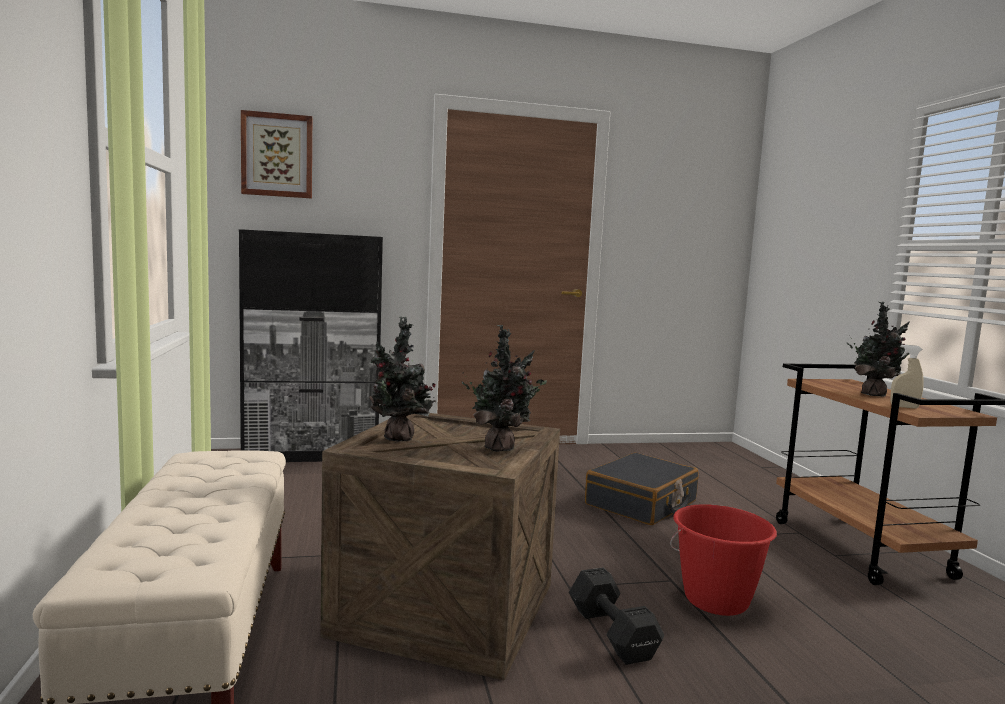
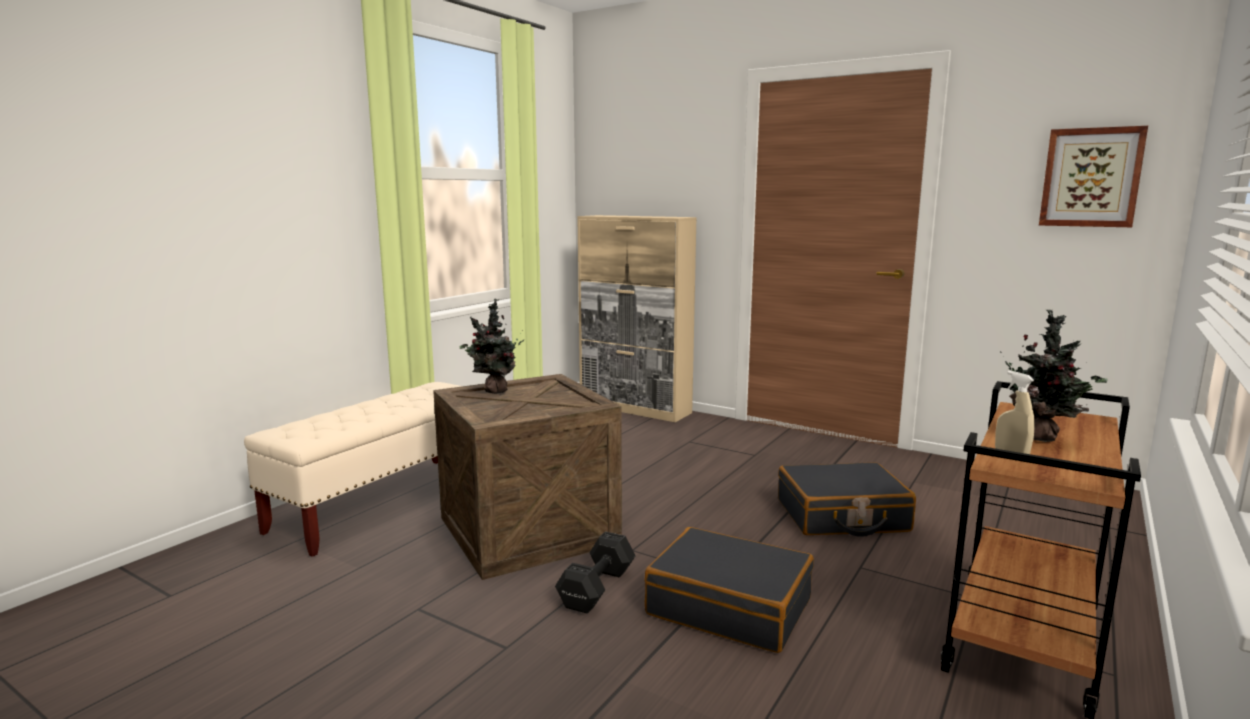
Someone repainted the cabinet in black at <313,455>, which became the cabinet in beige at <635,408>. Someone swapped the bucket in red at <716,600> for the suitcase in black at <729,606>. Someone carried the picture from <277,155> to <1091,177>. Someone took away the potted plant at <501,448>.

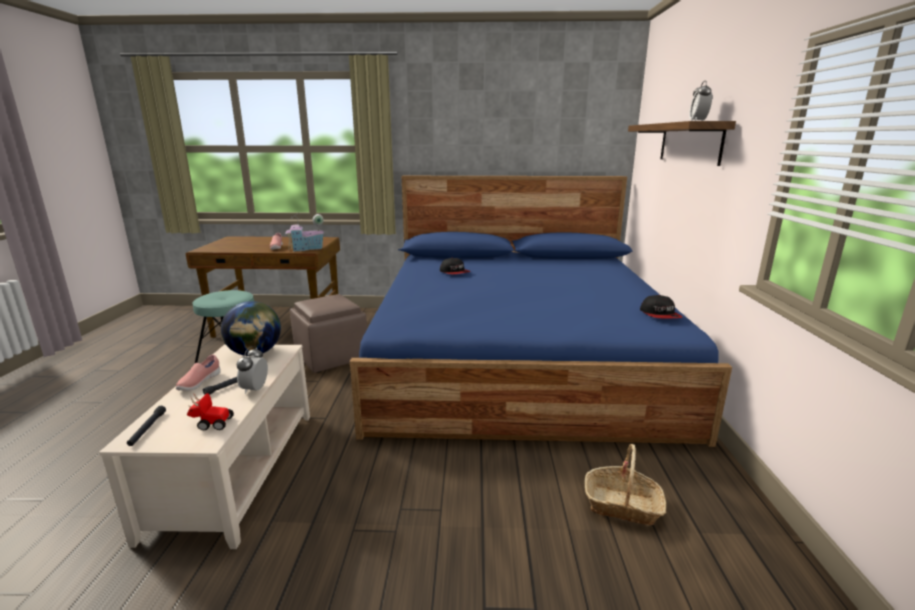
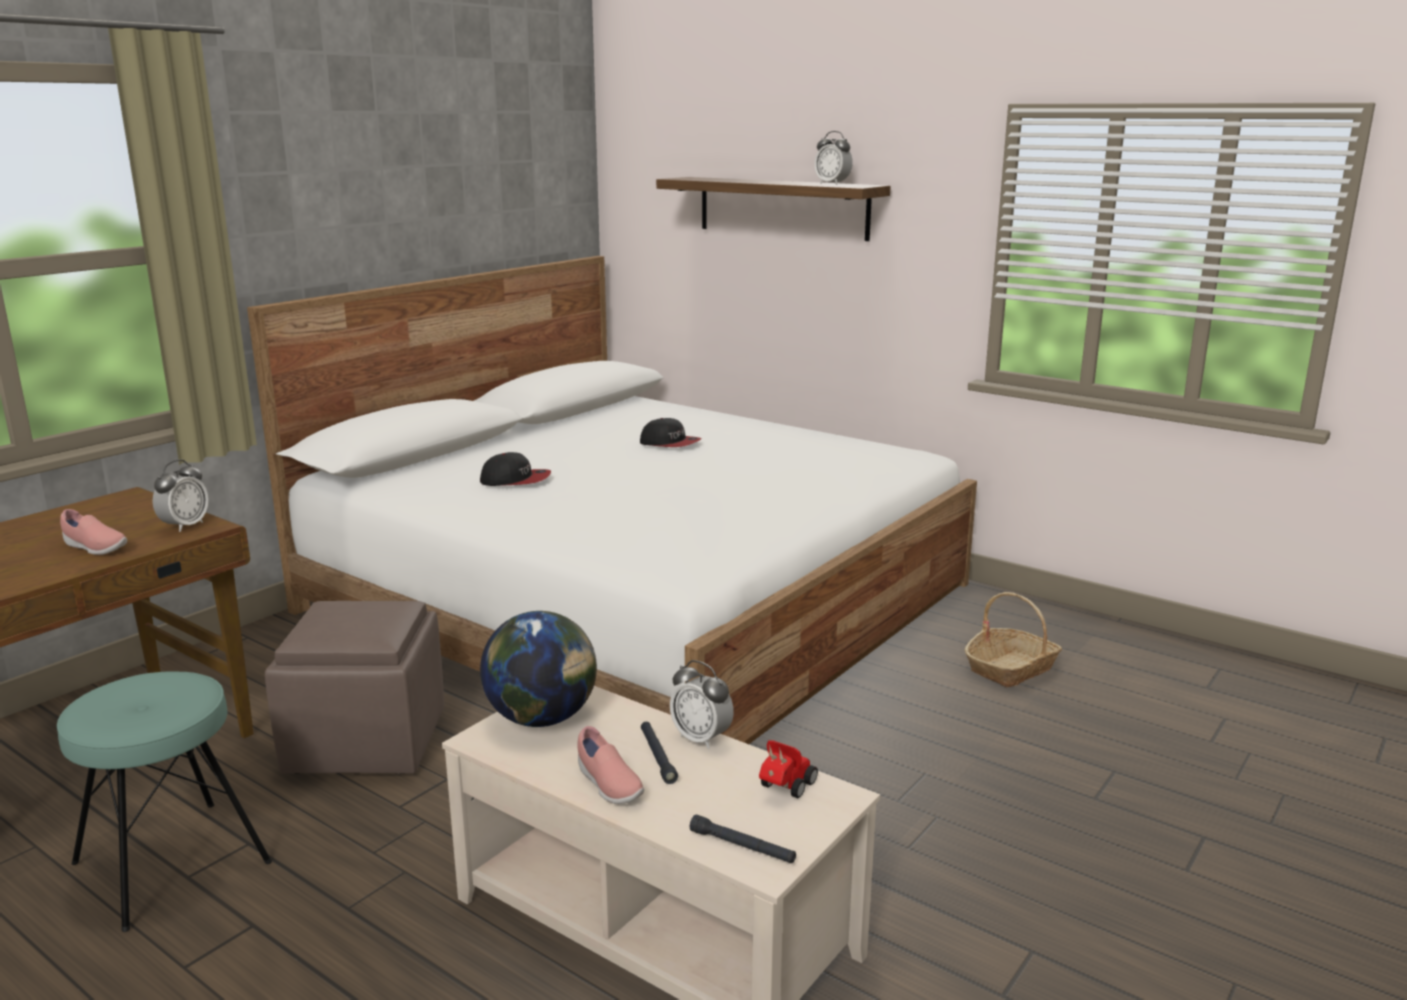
Someone swapped the toy house at <307,249> for the alarm clock at <185,526>. Someone repainted the bed in blue at <517,358>, which became the bed in white at <637,597>. Someone carried the cap from <660,314> to <670,443>.

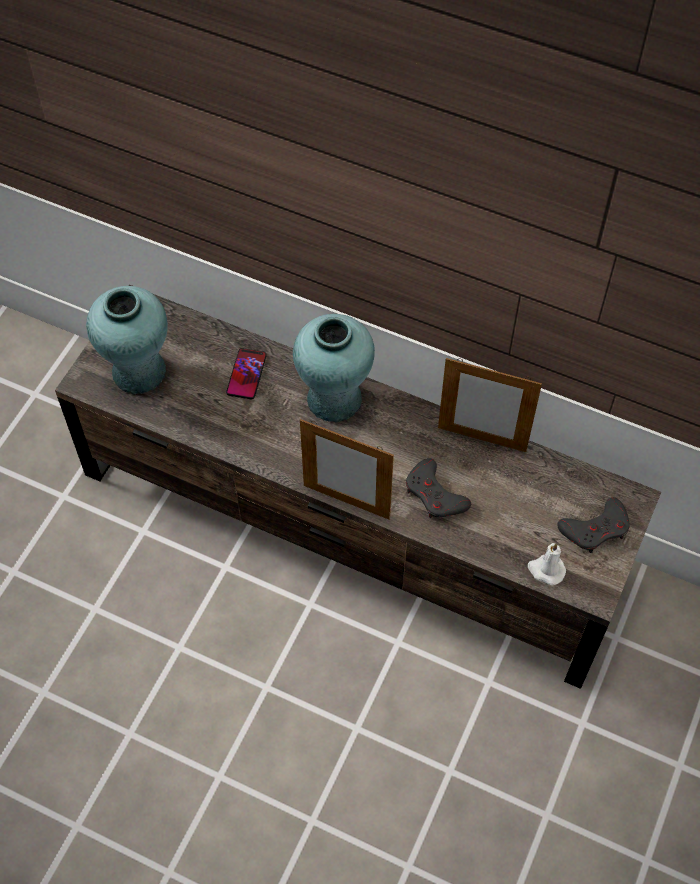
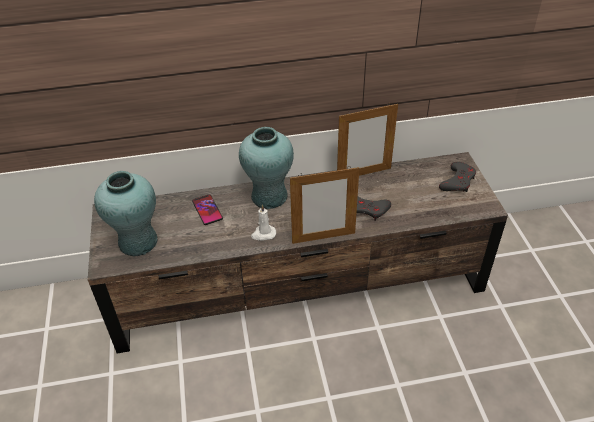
Someone carried the candle in white from <546,570> to <263,234>.

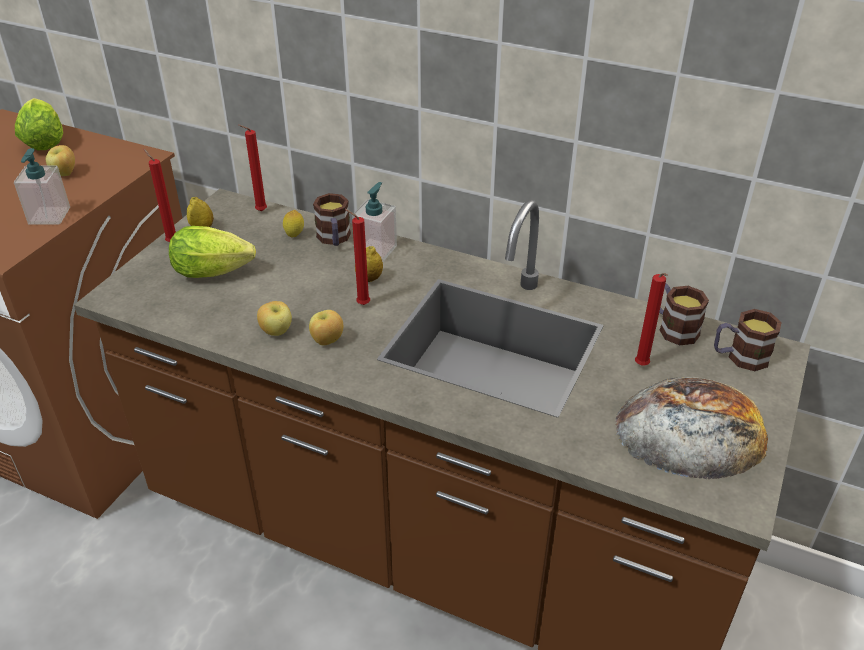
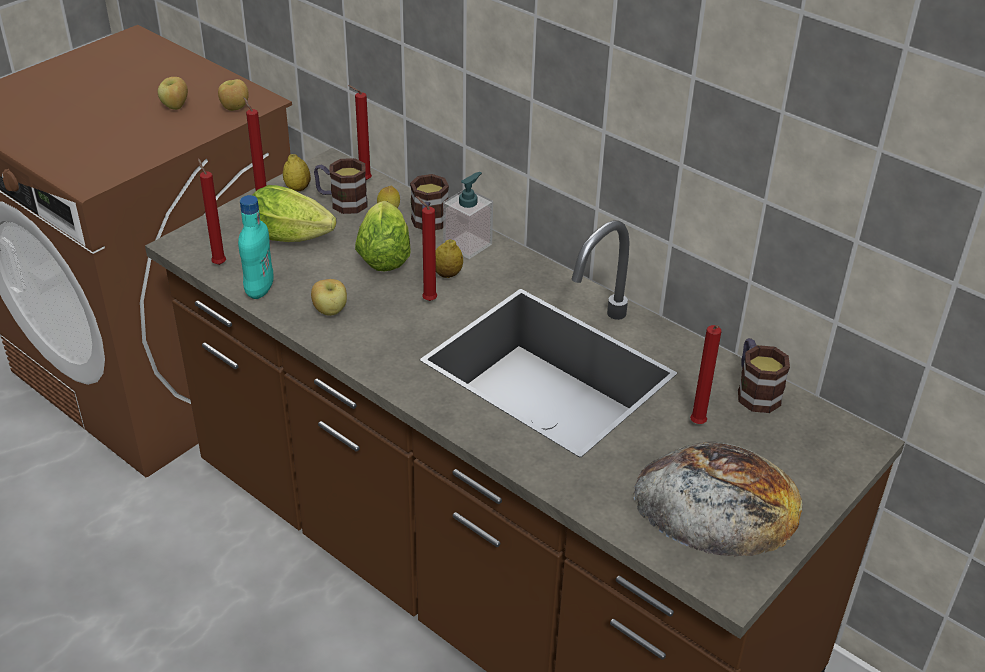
Someone put down the candle in red at <218,263>. Someone carried the apple from <327,341> to <234,108>. Someone put down the bottle in turquoise at <259,289>. Someone carried the mug from <739,357> to <341,202>. Someone carried the lettuce from <44,141> to <384,254>. Someone took away the soap dispenser at <49,216>.

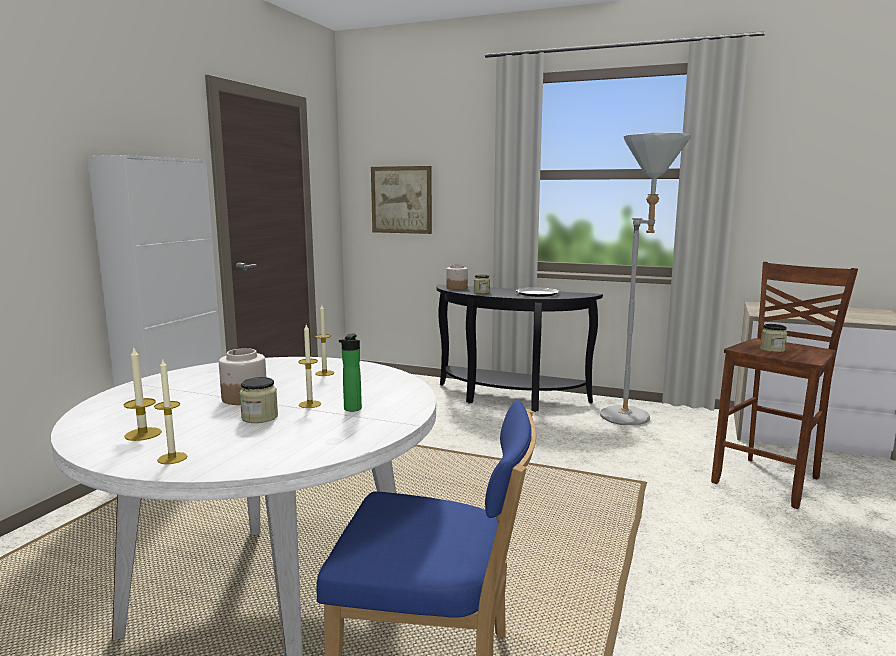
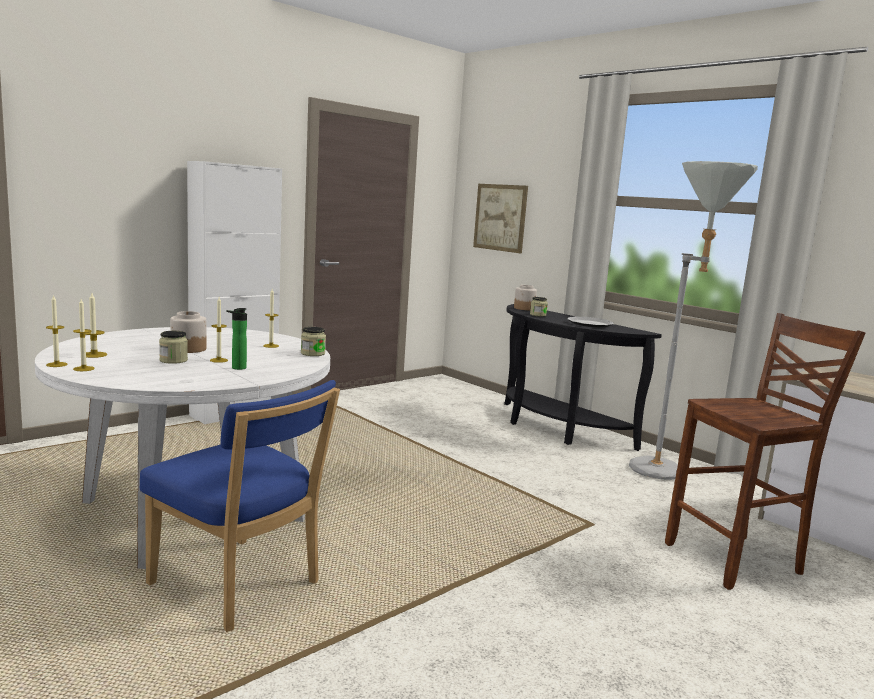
Someone put down the candle at <57,364>. Someone carried the jar from <772,349> to <313,353>.

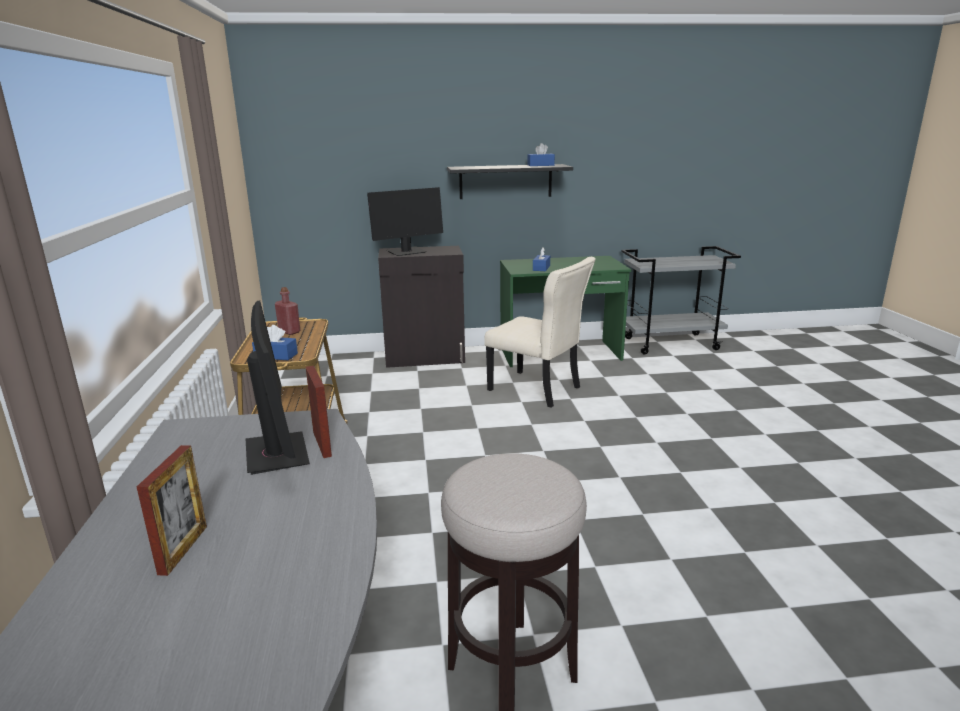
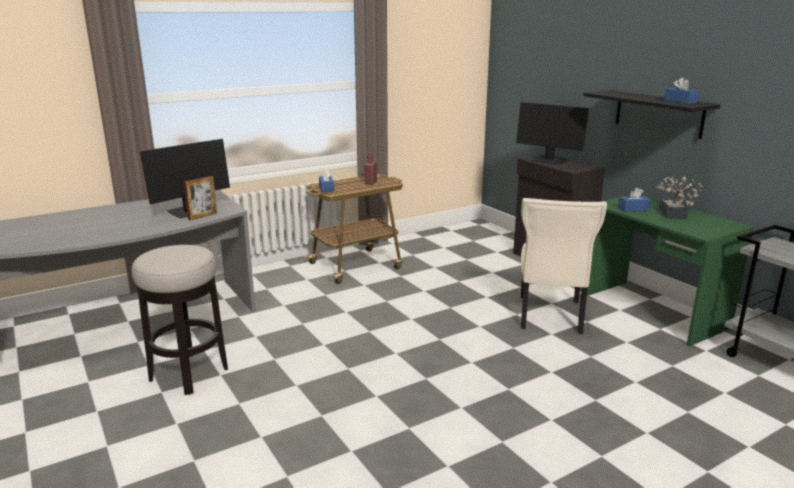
Someone put down the potted plant at <672,215>. Someone took away the picture frame at <183,549>.

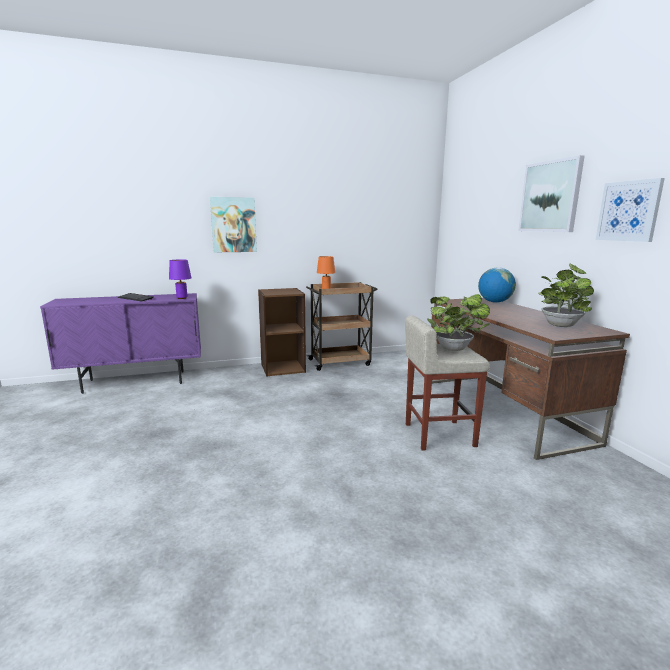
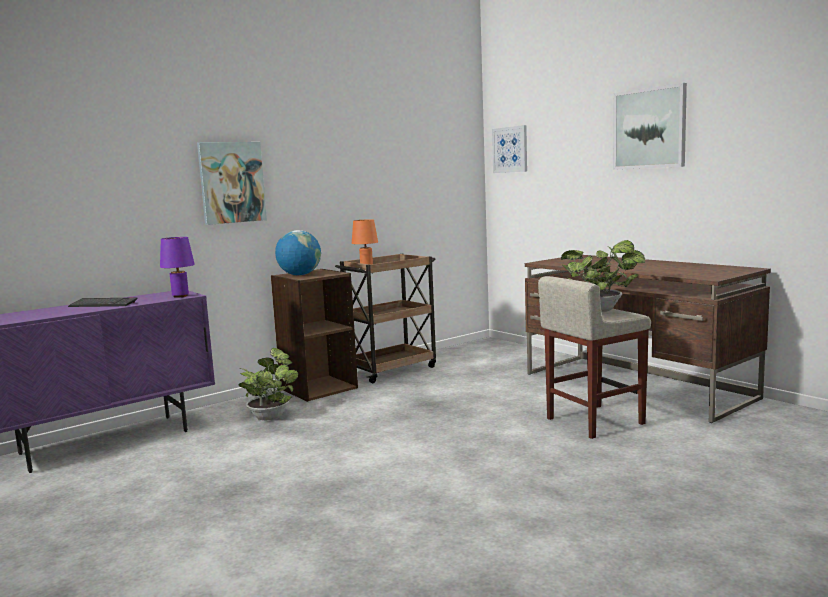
Someone carried the potted plant from <561,324> to <270,416>. Someone carried the globe from <494,302> to <299,275>. Someone carried the picture from <629,211> to <510,149>.

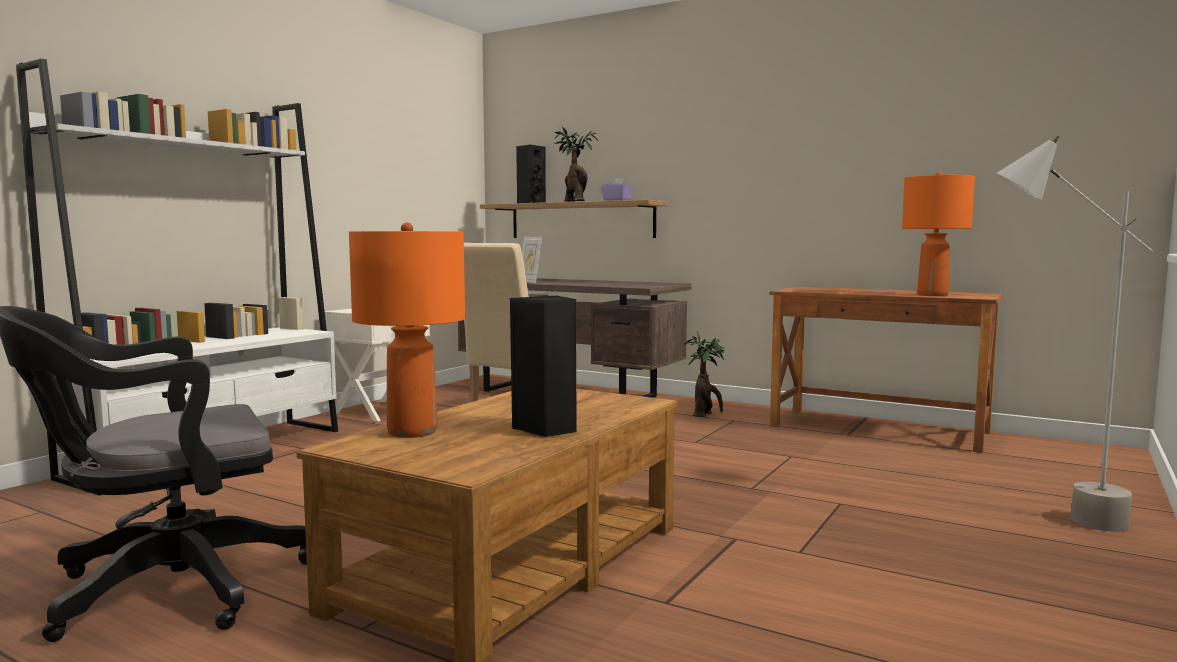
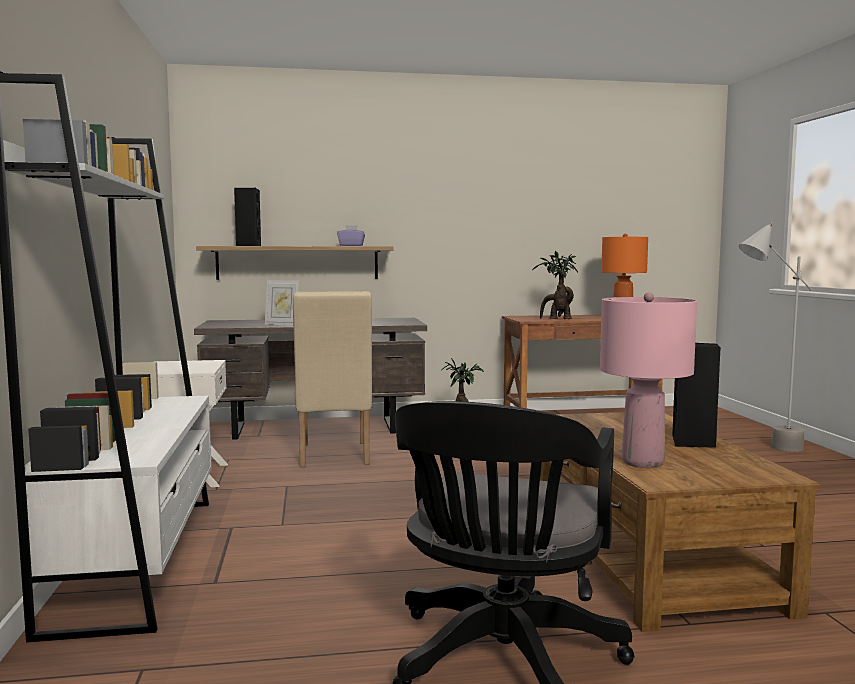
Someone carried the potted plant from <573,202> to <557,319>. Someone repainted the table lamp in orange at <412,432>, which became the table lamp in pink at <643,463>.

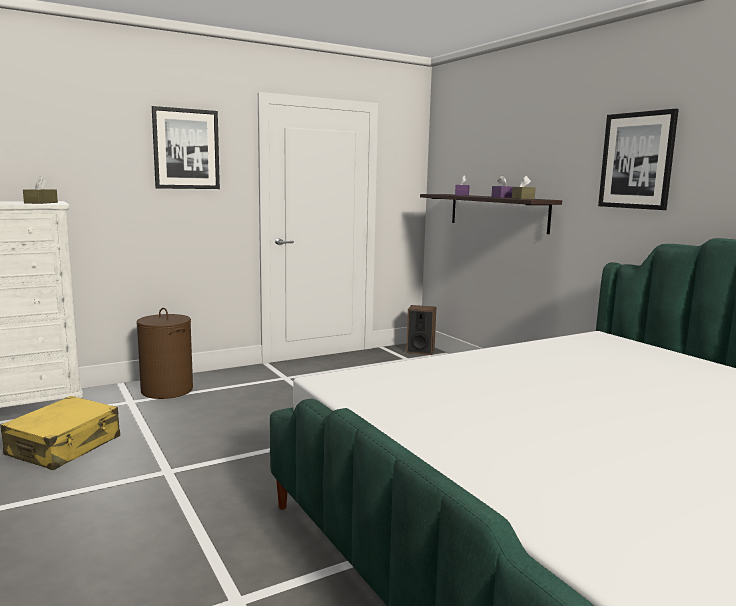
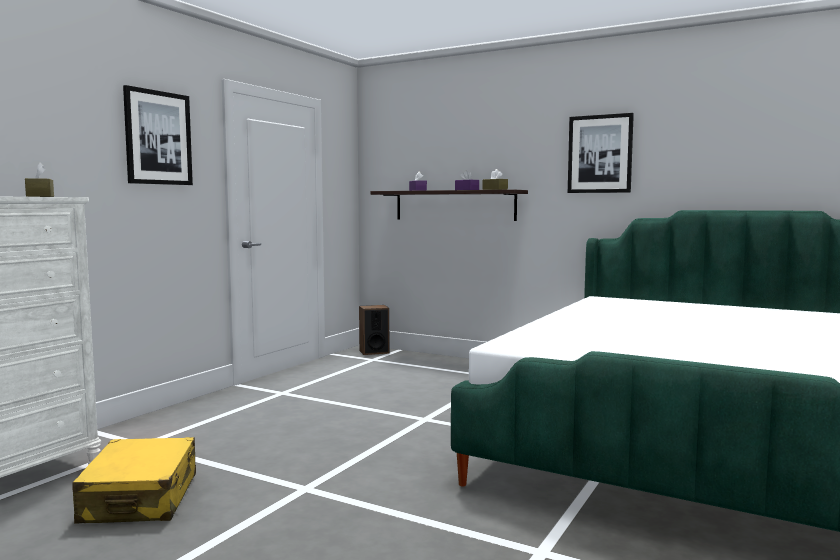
Someone took away the laundry basket in brown at <166,390>.

